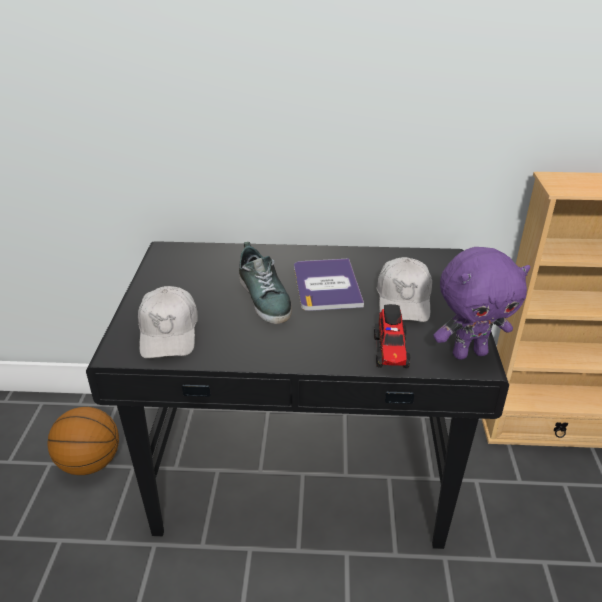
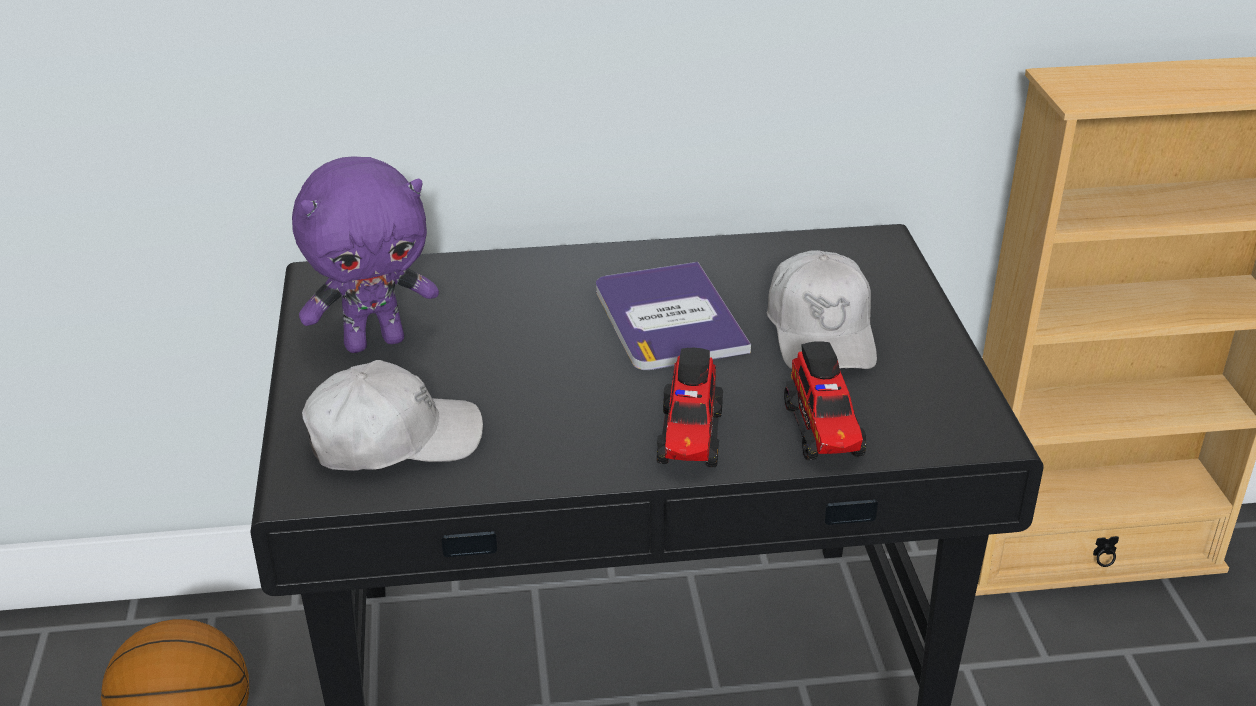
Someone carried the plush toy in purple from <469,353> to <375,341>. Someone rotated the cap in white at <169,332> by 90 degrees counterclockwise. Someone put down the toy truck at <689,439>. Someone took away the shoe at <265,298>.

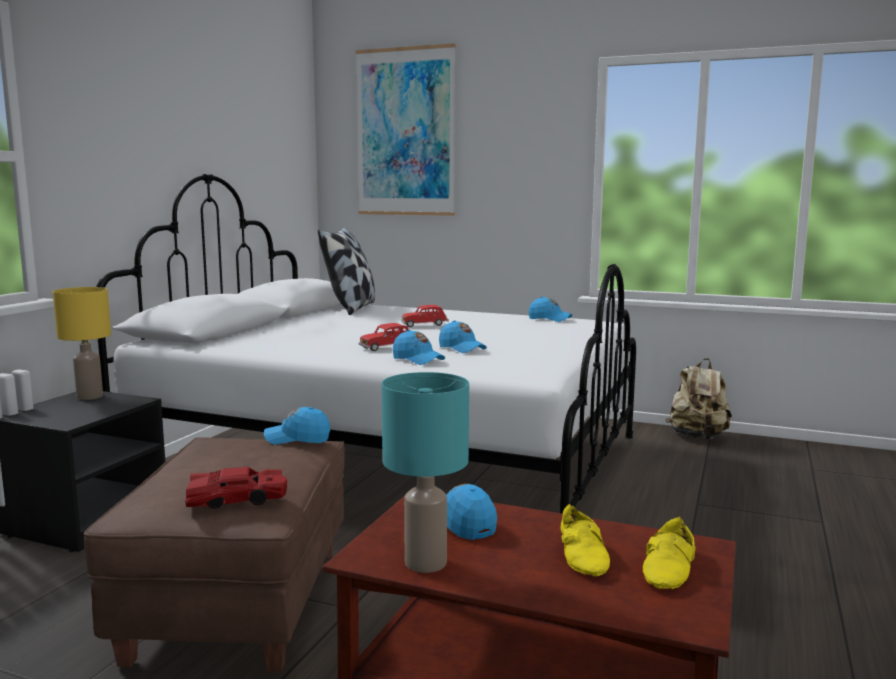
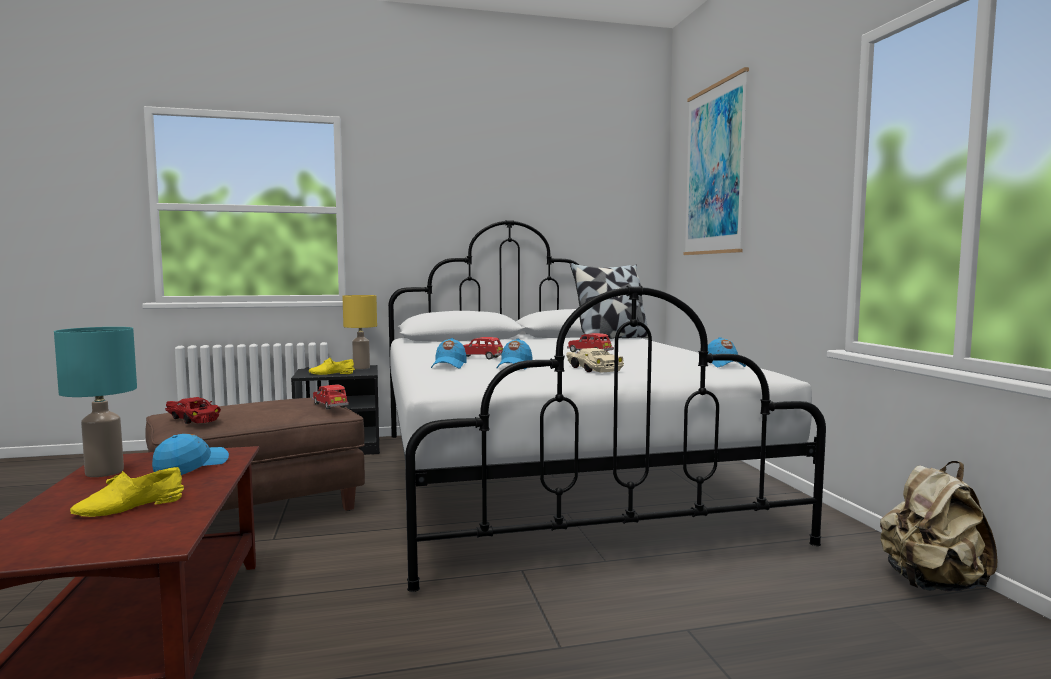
Someone carried the shoe in yellow from <672,569> to <331,373>. Someone swapped the cap in blue at <297,439> for the toy car in red at <330,406>. Someone put down the toy car in beige at <593,369>.

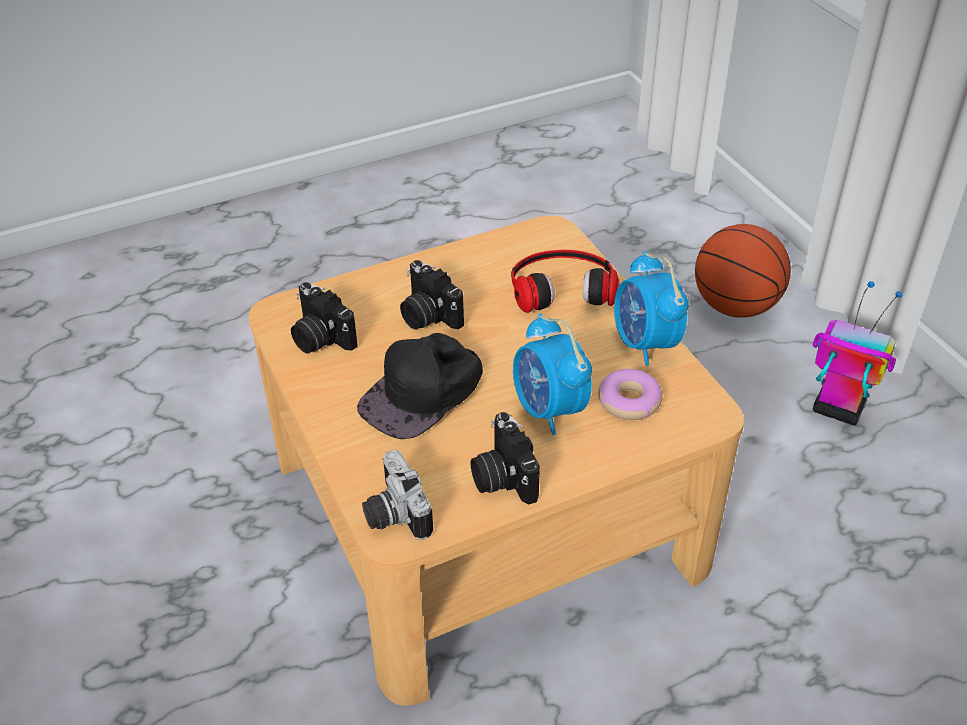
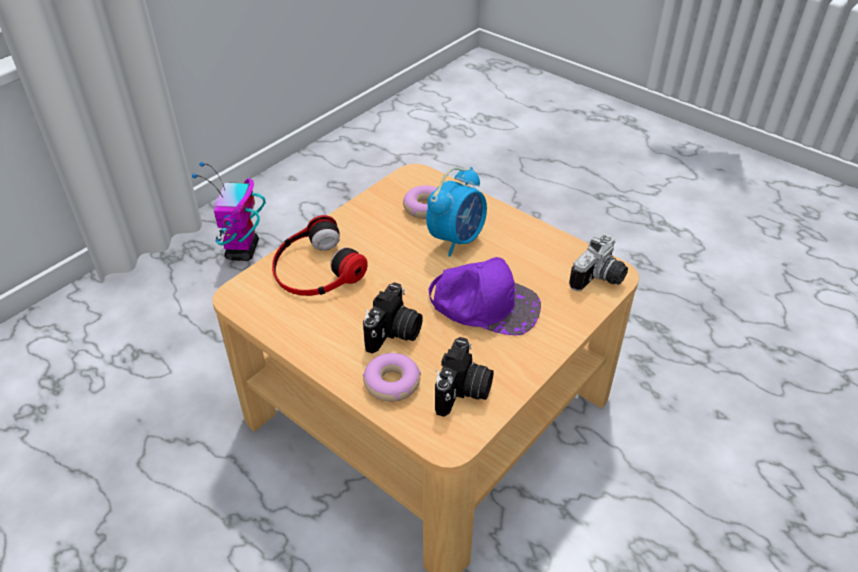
Someone put down the donut at <392,383>. Someone repainted the cap in black at <423,393>, which became the cap in purple at <484,304>. Someone took away the photo camera at <502,477>. Someone took away the alarm clock at <645,344>. Someone took away the basketball at <735,306>.

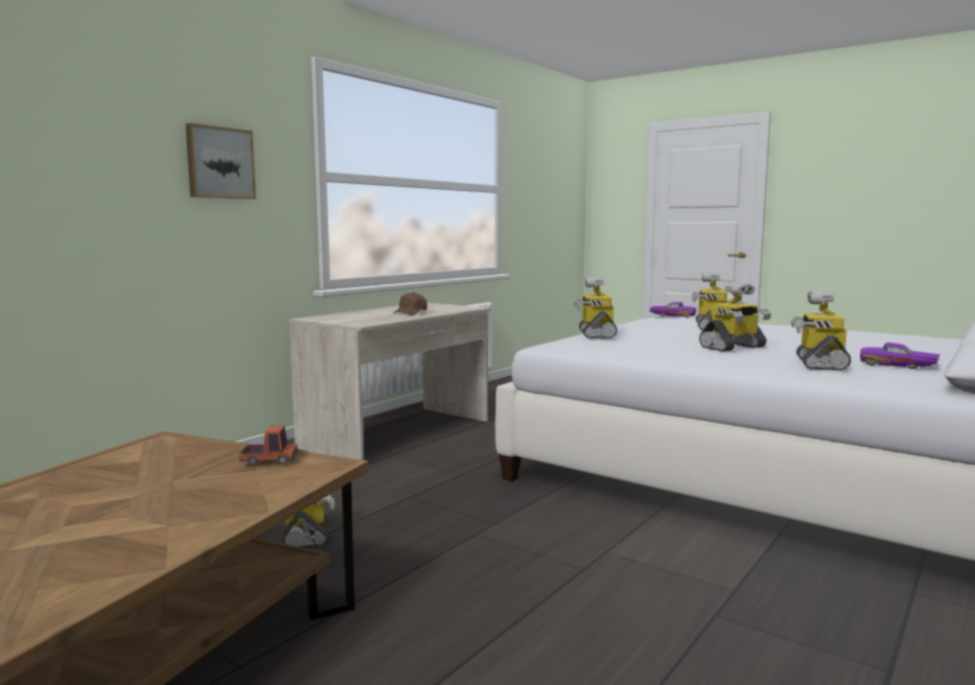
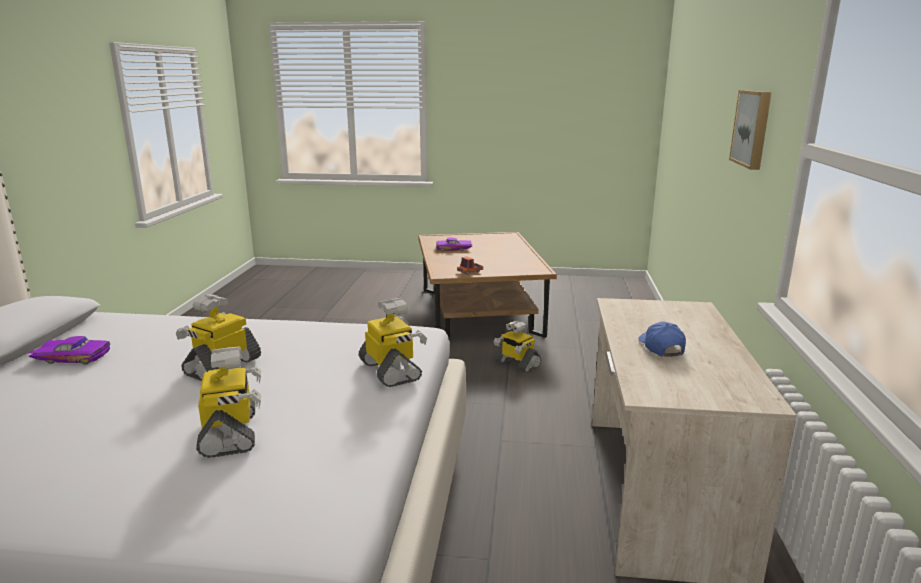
Someone carried the toy car in purple from <672,315> to <454,249>. Someone repainted the cap in brown at <411,312>, which became the cap in blue at <661,347>. Someone took away the toy robot at <819,364>.

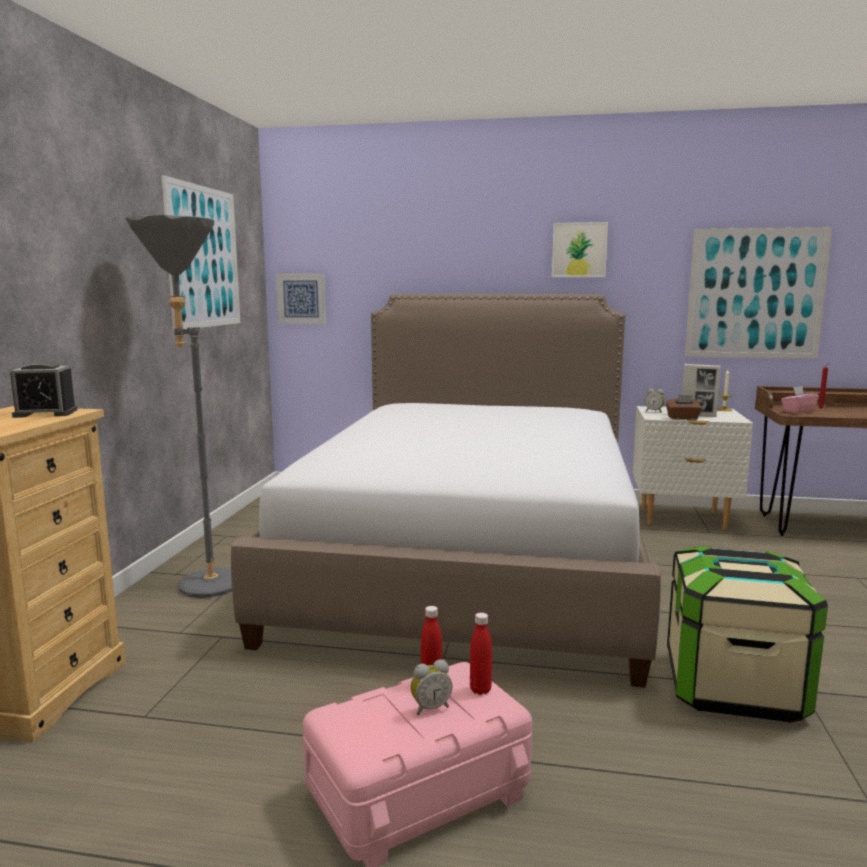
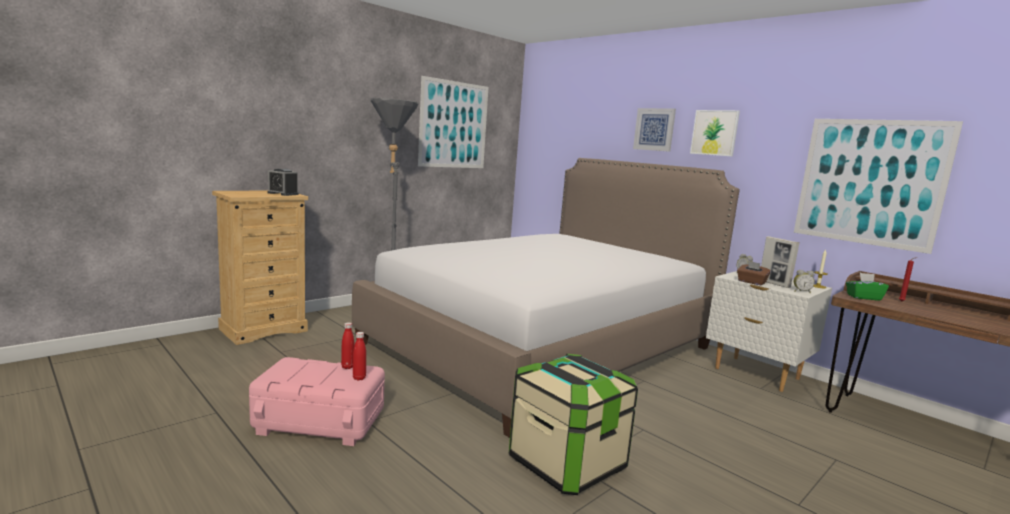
Someone carried the picture from <301,298> to <654,129>. Someone carried the alarm clock from <430,708> to <801,291>. Someone repainted the tissue box in pink at <798,411>, which became the tissue box in green at <863,297>.

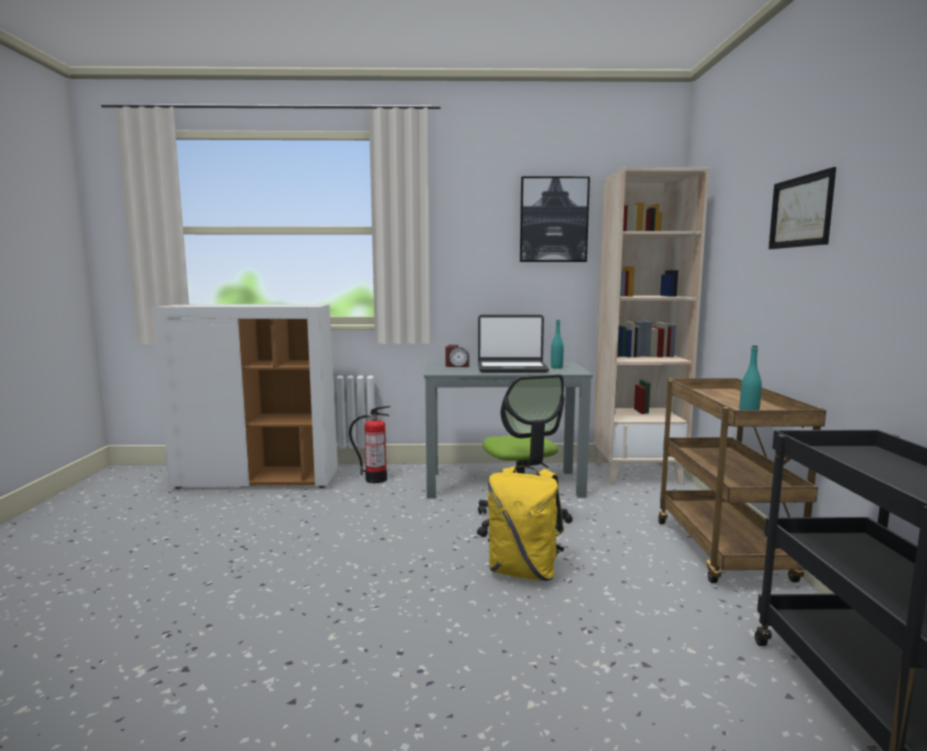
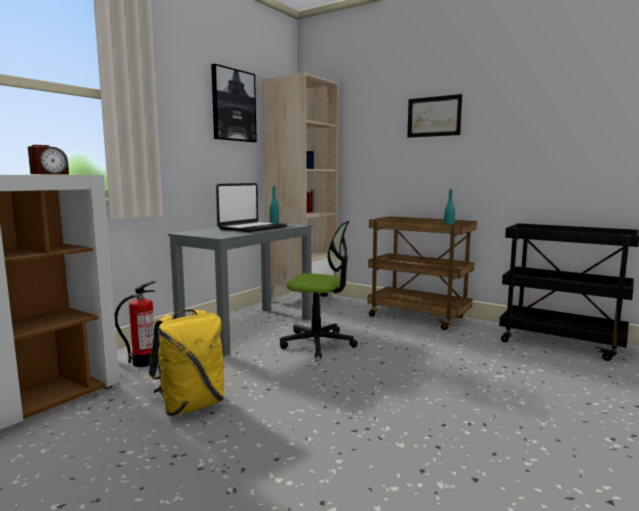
Someone carried the alarm clock from <457,366> to <49,174>. Someone carried the backpack in yellow from <524,571> to <191,405>.

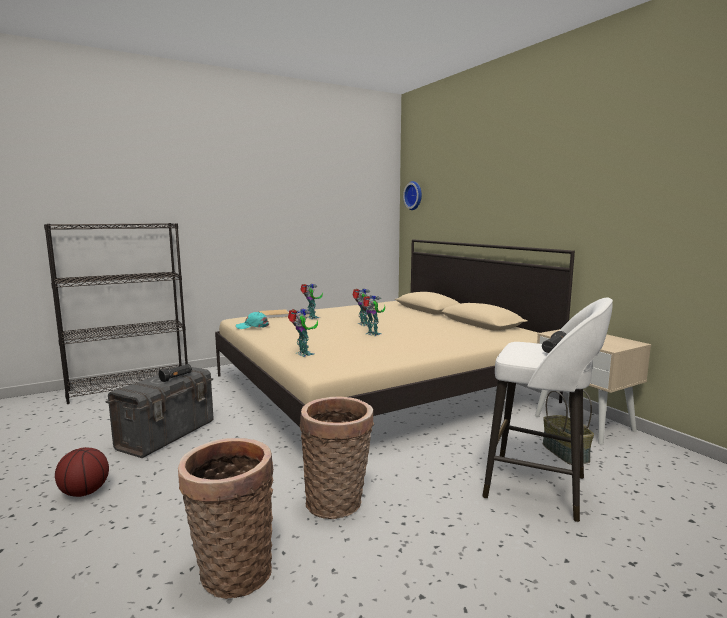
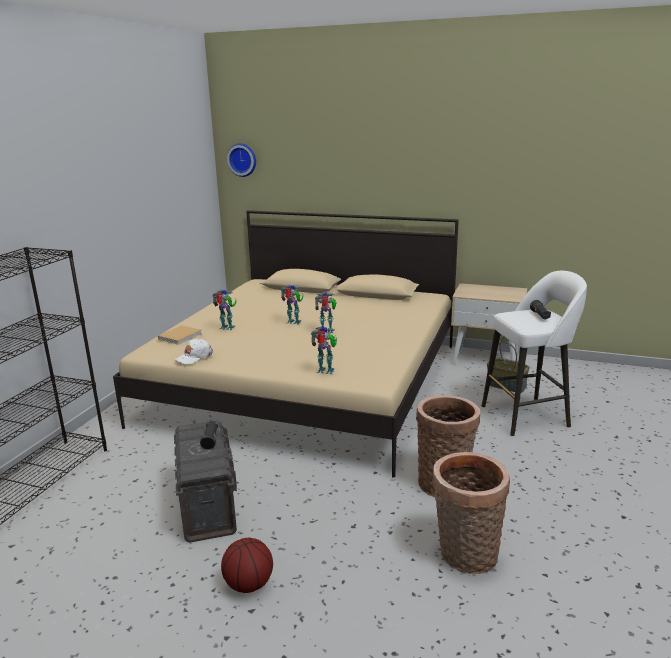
Someone repainted the cap in turquoise at <252,326>, which became the cap in white at <194,357>.

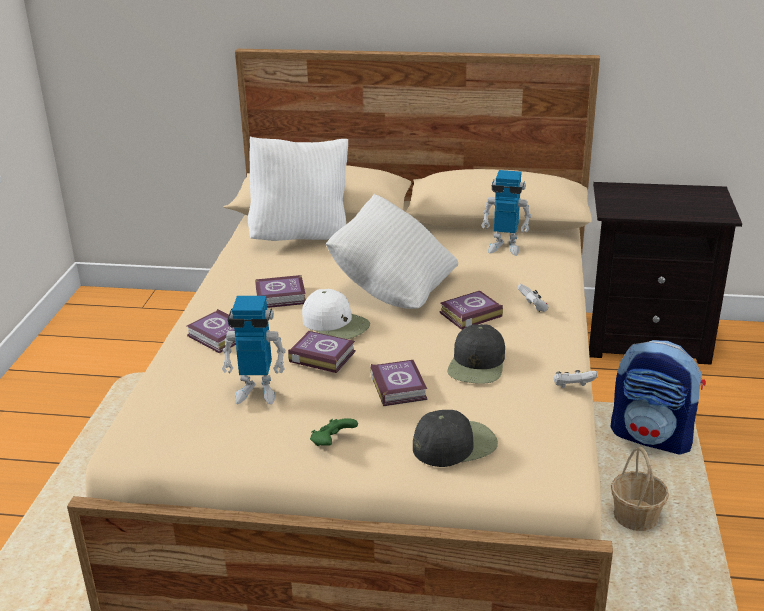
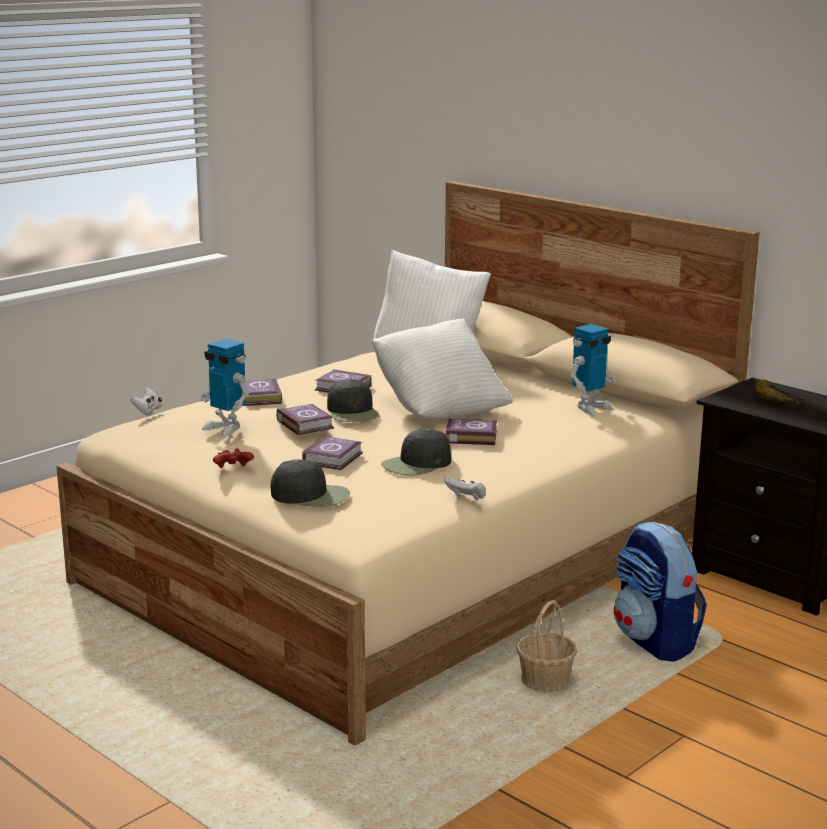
Someone carried the game controller in white from <533,307> to <148,411>. Someone repainted the game controller in green at <332,443>, which became the game controller in red at <233,470>. Someone repainted the cap in white at <336,323>, which became the cap in black at <353,412>. Someone rotated the toy robot at <504,247> by 90 degrees counterclockwise. Someone put down the banana at <779,397>.

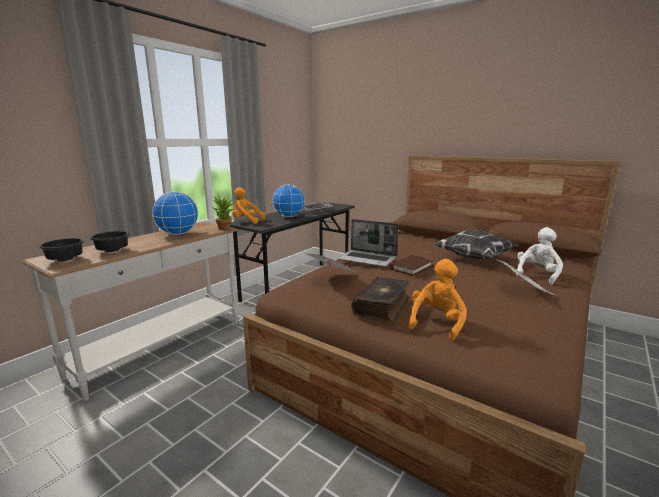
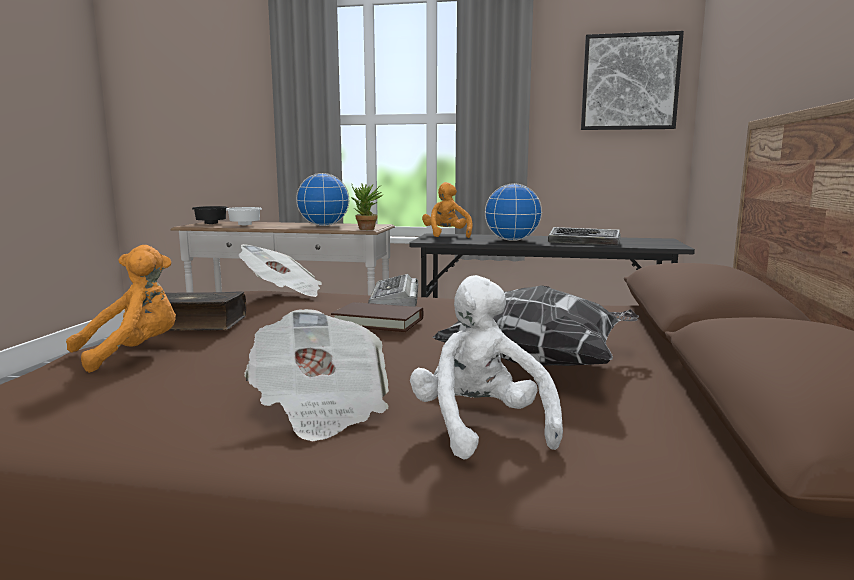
Someone rotated the plush toy in orange at <436,322> by 45 degrees counterclockwise. Someone repainted the bowl in black at <112,250>, which became the bowl in white at <245,225>. Someone swapped the laptop at <368,259> for the keyboard at <395,300>. Someone rotated the plush toy in white at <537,274> by 120 degrees counterclockwise. Someone put up the picture at <629,82>.

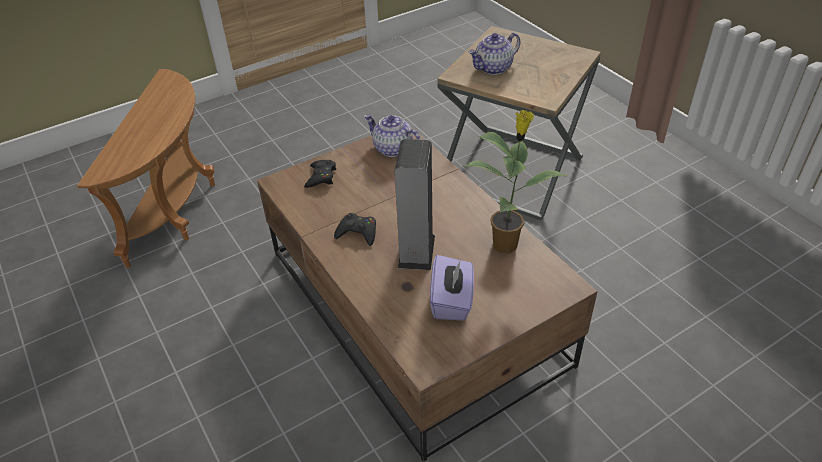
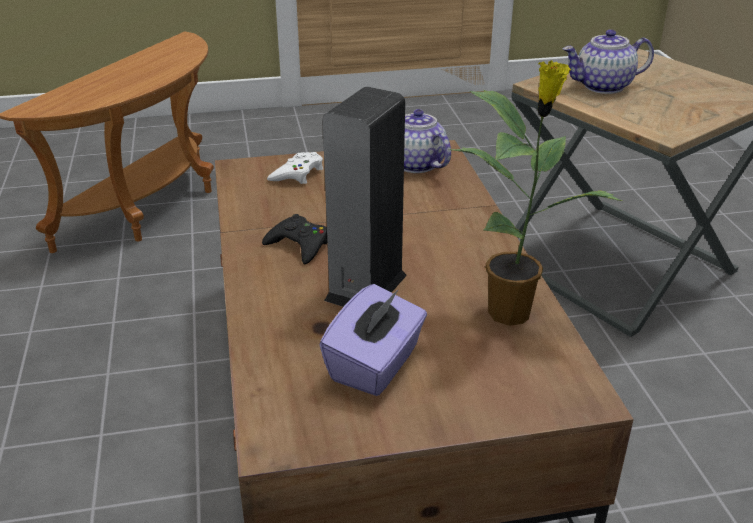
Someone repainted the game controller in black at <321,177>, which became the game controller in white at <297,174>.

